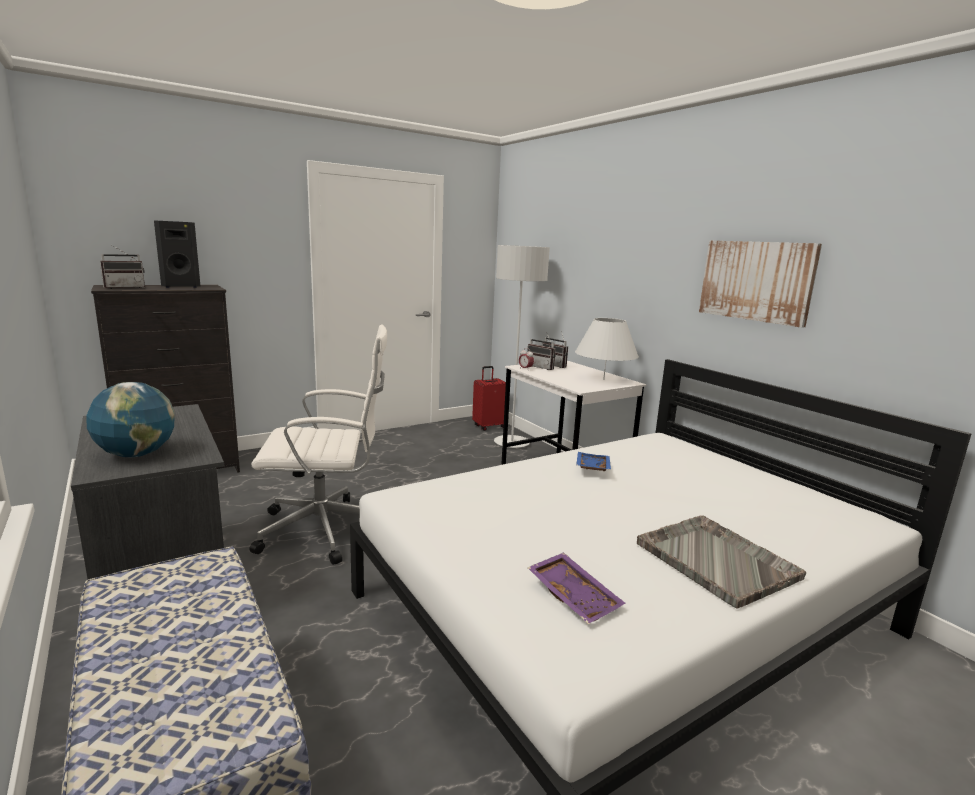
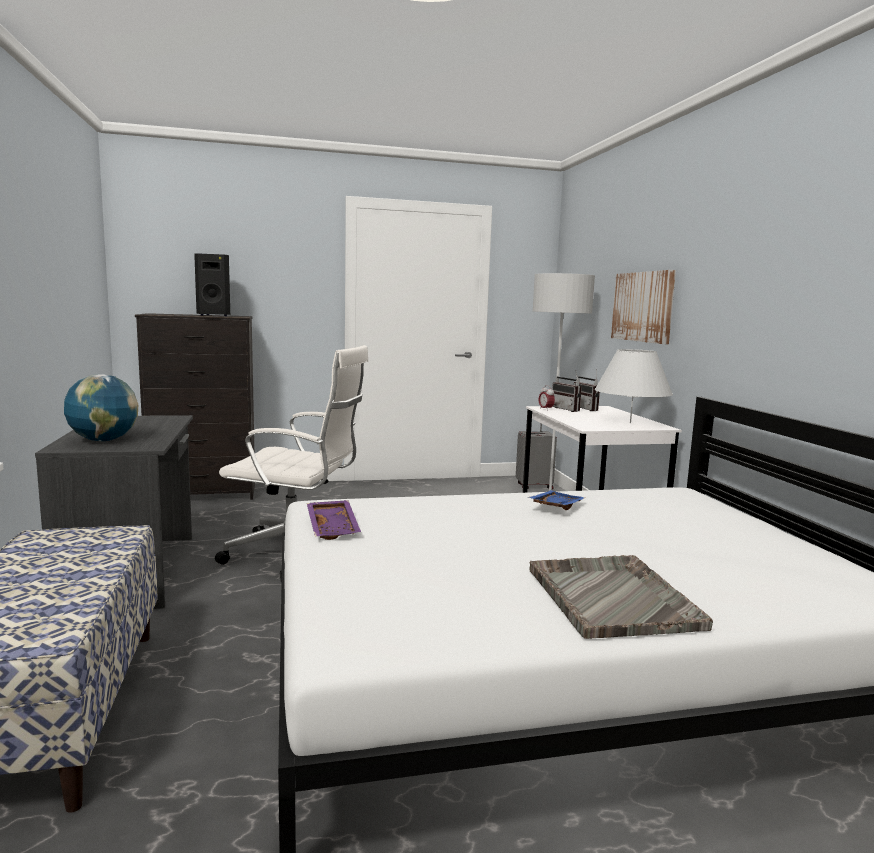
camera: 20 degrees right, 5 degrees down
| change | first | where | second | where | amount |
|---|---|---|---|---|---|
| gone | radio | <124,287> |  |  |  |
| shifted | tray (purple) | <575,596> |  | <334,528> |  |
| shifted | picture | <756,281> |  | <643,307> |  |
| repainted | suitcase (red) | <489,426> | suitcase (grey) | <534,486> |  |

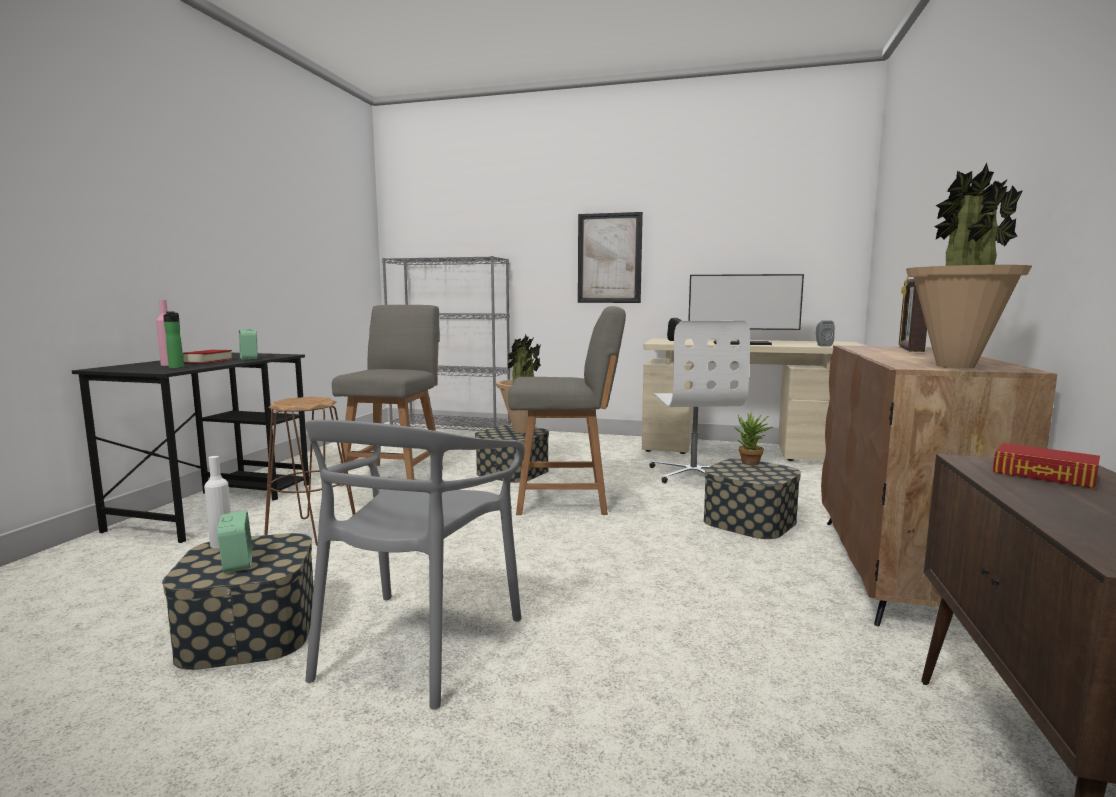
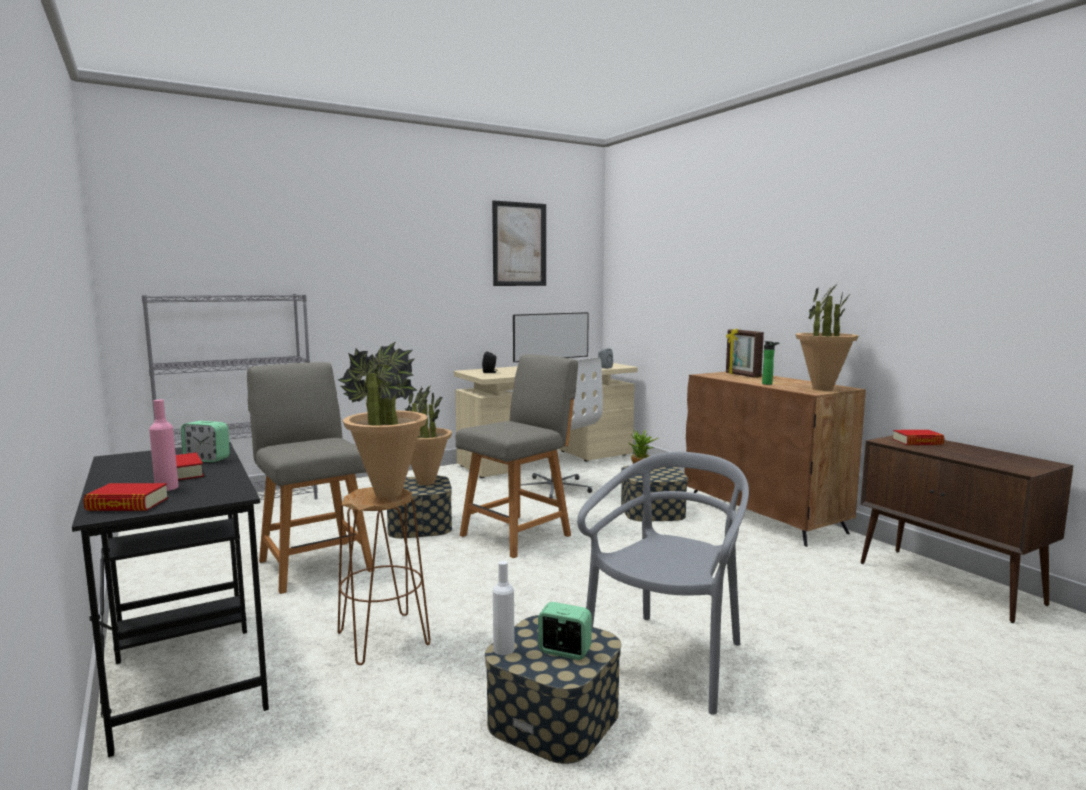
camera: 45 degrees left, 0 degrees up
| change | first | where | second | where | amount |
|---|---|---|---|---|---|
| new |  |  | book | <127,504> |  |
| new |  |  | potted plant | <387,493> |  |
| shifted | bottle | <176,368> |  | <769,384> |  |
| shifted | picture | <609,258> |  | <519,244> |  |
| rotated | chair (grey) | <417,644> |  | <668,660> | 120 degrees counterclockwise |

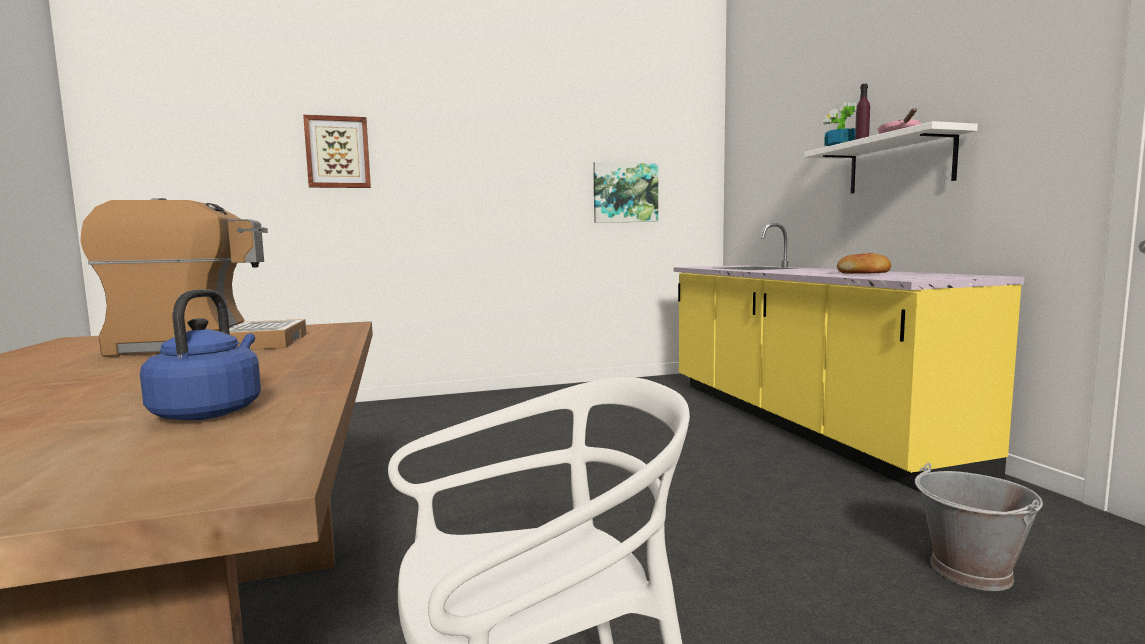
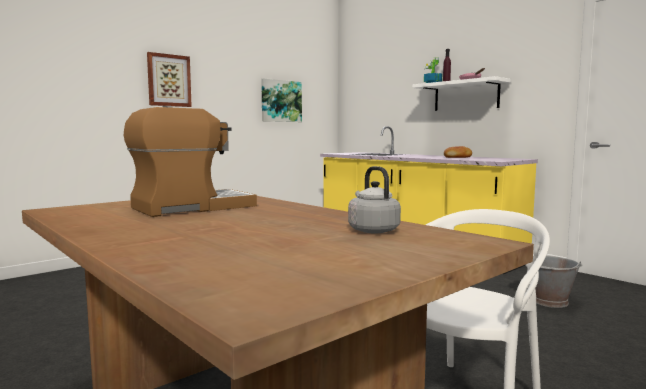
camera: 25 degrees left, 0 degrees up
| change | first | where | second | where | amount |
|---|---|---|---|---|---|
| shifted | picture | <338,152> |  | <169,80> |  |
| repainted | kettle (blue) | <211,411> | kettle (grey) | <372,230> |  |

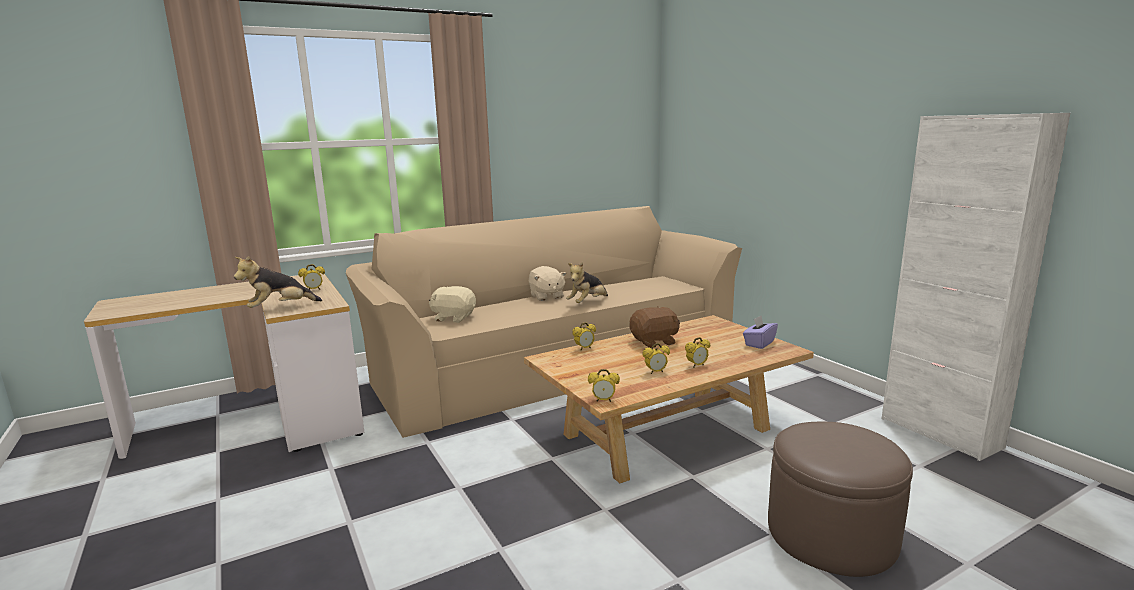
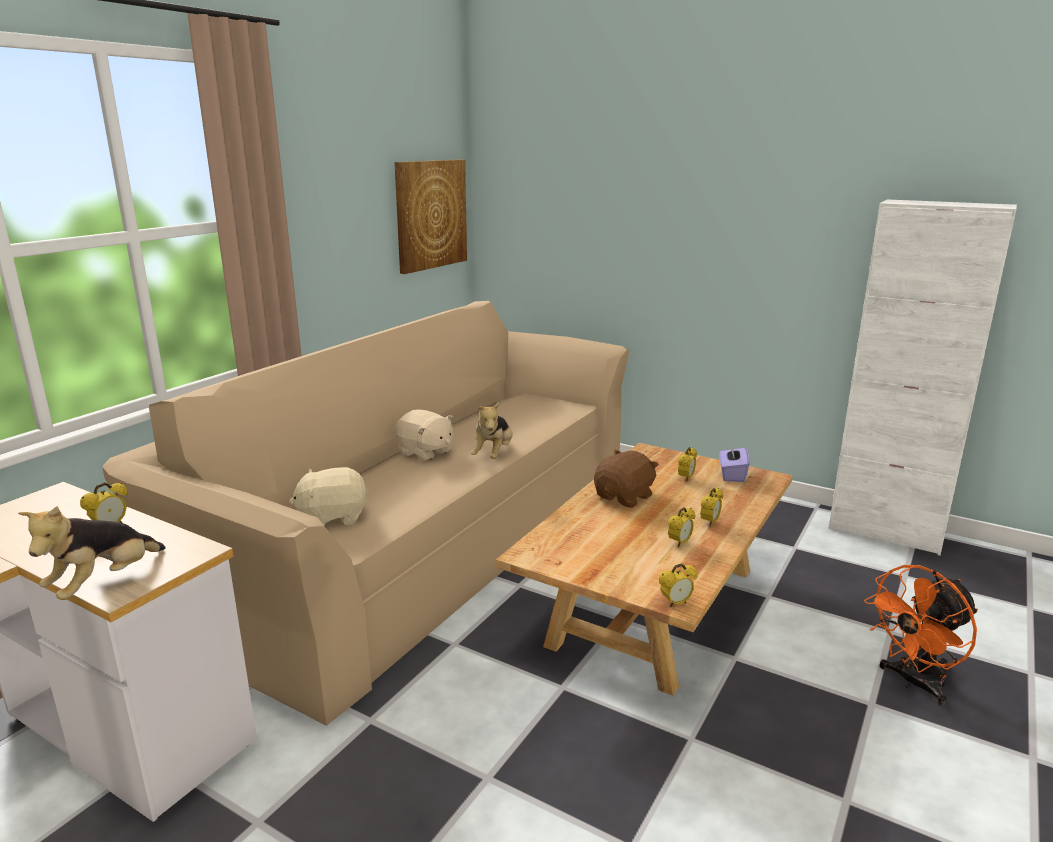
camera: 30 degrees left, 5 degrees up
| change | first | where | second | where | amount |
|---|---|---|---|---|---|
| new |  |  | picture | <430,214> |  |
| shifted | alarm clock | <584,348> |  | <686,478> |  |
| swapped | ottoman (brown) | <831,534> | fan (orange) | <914,683> |  |

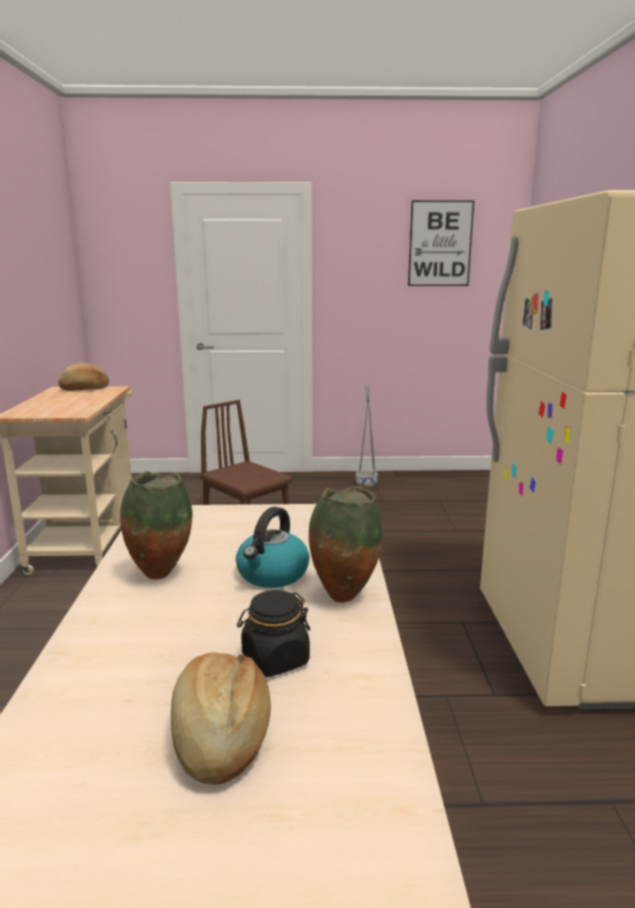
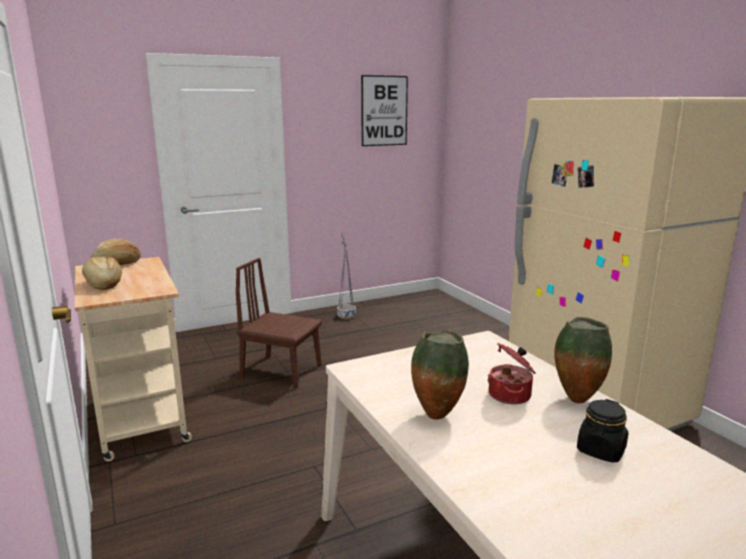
camera: 25 degrees left, 0 degrees up
| change | first | where | second | where | amount |
|---|---|---|---|---|---|
| shifted | bread | <219,736> |  | <102,285> |  |
| swapped | kettle | <272,574> | cooking pot | <511,395> |  |

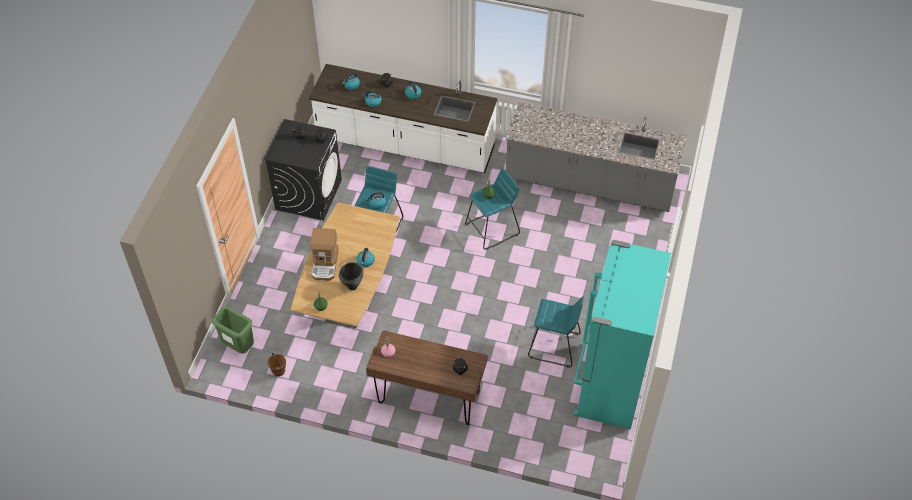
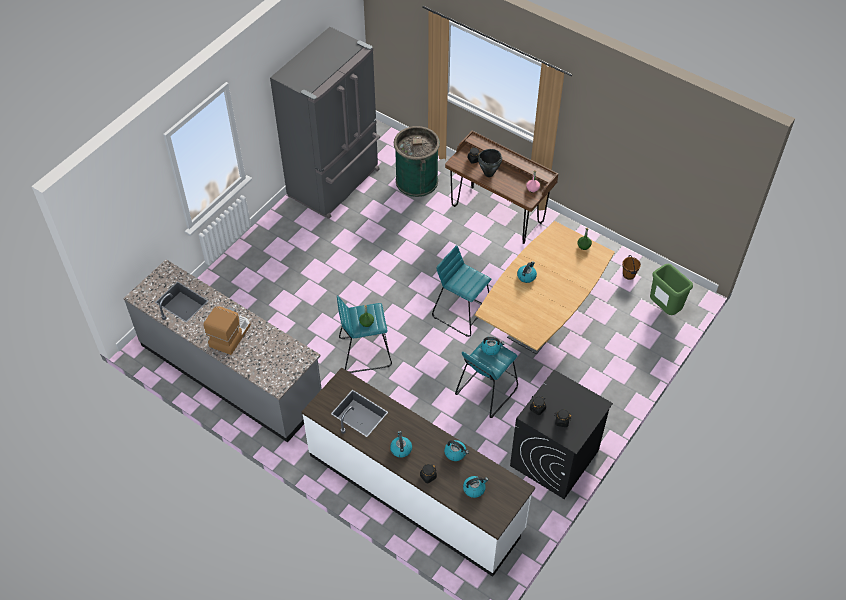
camera: 160 degrees left, 0 degrees up
| change | first | where | second | where | amount |
|---|---|---|---|---|---|
| new |  |  | trash can (green) | <416,181> |  |
| shifted | coffee machine | <325,264> |  | <229,335> |  |
| shifted | cooking pot (black) | <352,286> |  | <488,173> |  |
| shifted | stool (turquoise) | <554,346> |  | <462,312> |  |
| repainted | fridge (turquoise) | <608,384> | fridge (grey) | <335,183> |  |

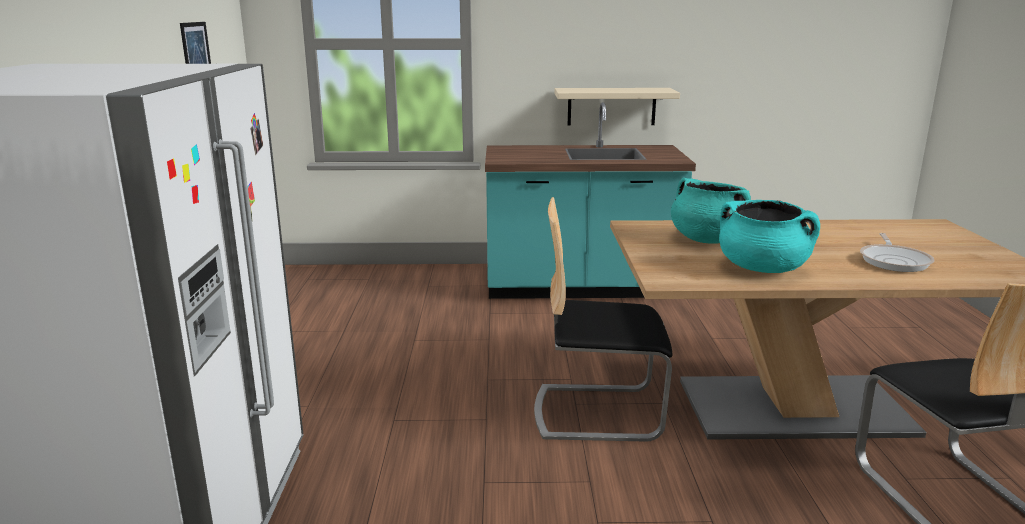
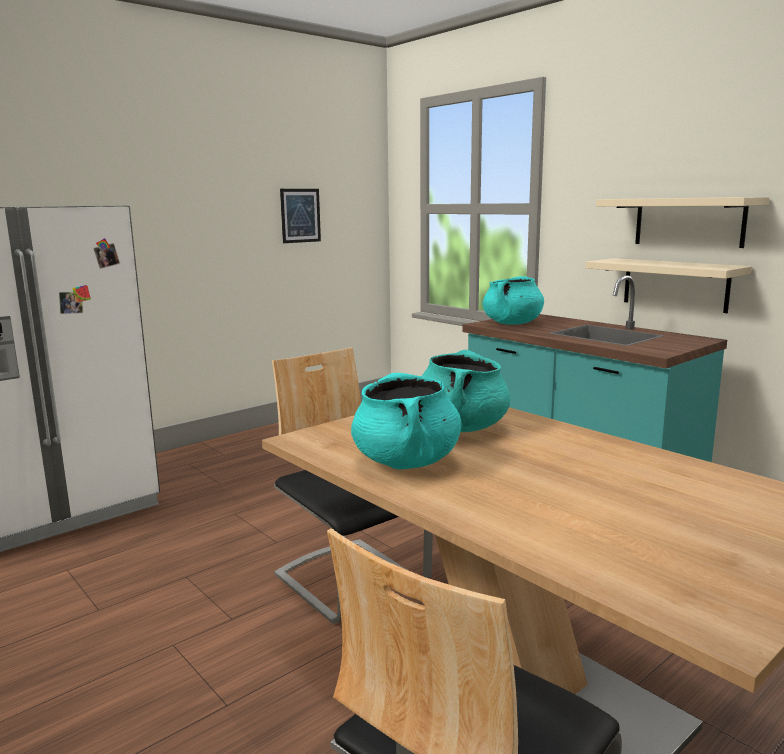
camera: 50 degrees right, 5 degrees down
| change | first | where | second | where | amount |
|---|---|---|---|---|---|
| gone | frying pan | <894,261> |  |  |  |
| new |  |  | cooking pot (turquoise) | <512,323> |  |
| new |  |  | shelf (beige) | <689,222> |  |

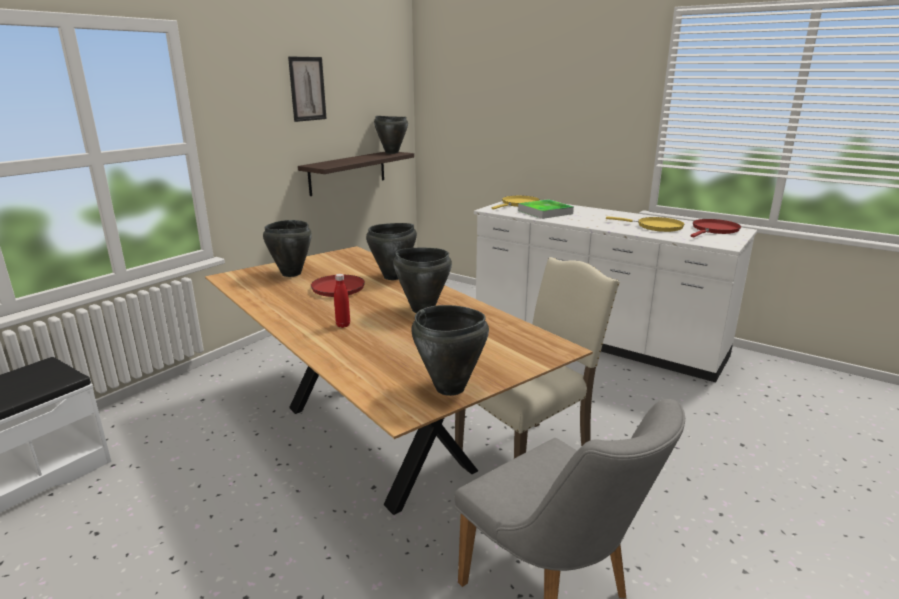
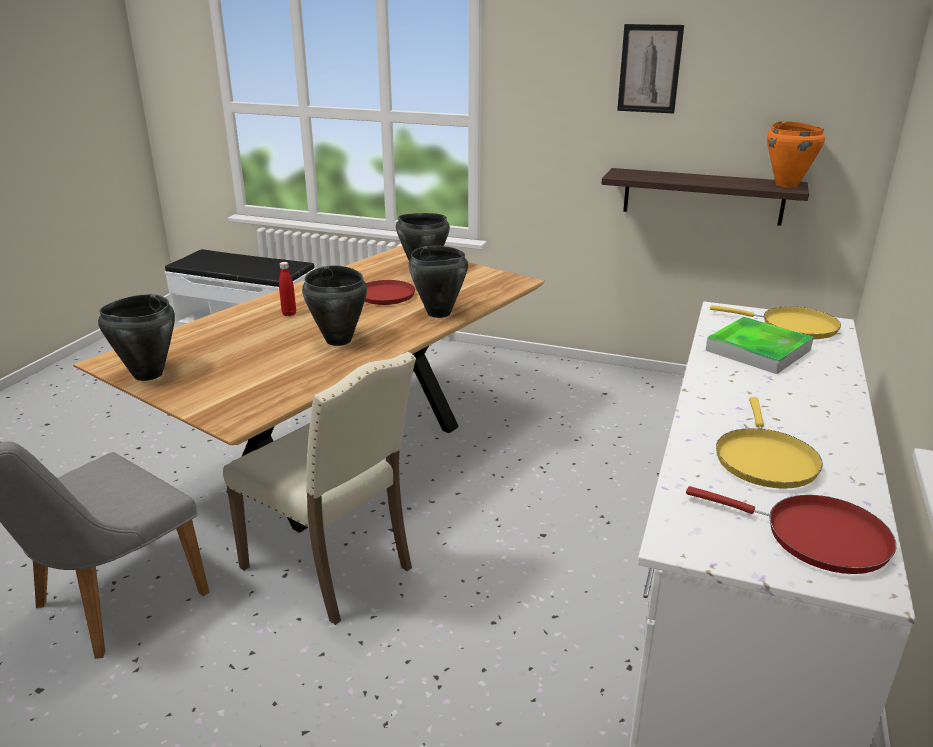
camera: 75 degrees right, 5 degrees up
| change | first | where | second | where | amount |
|---|---|---|---|---|---|
| repainted | cooking pot (black) | <391,152> | cooking pot (orange) | <786,185> |  |

